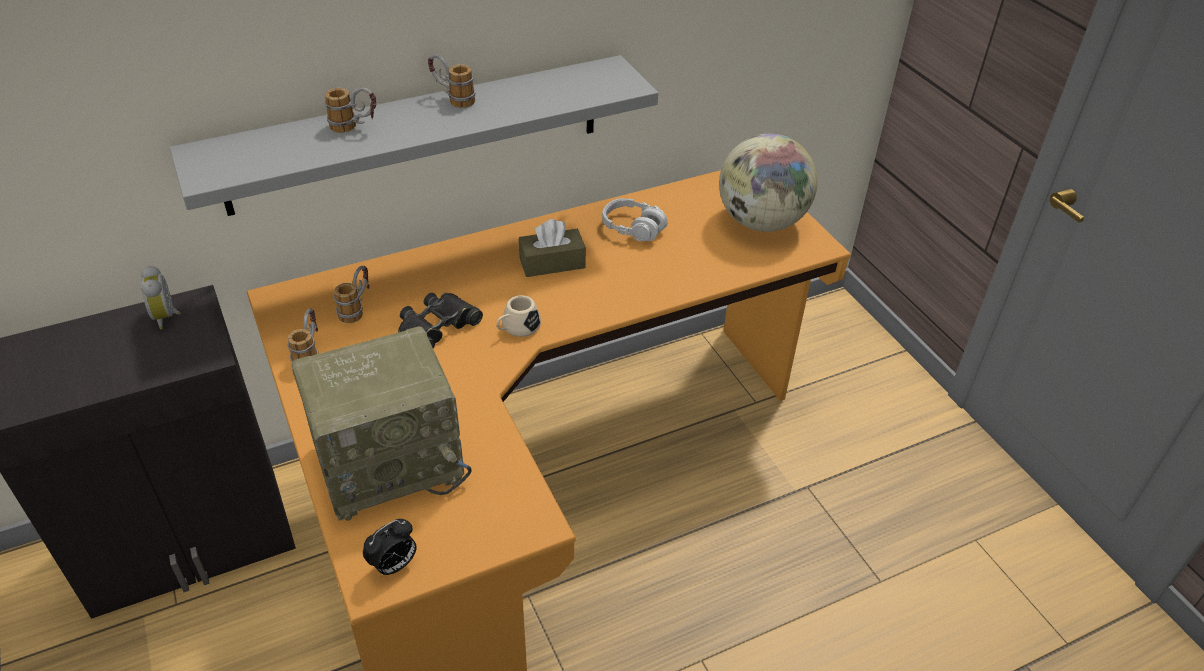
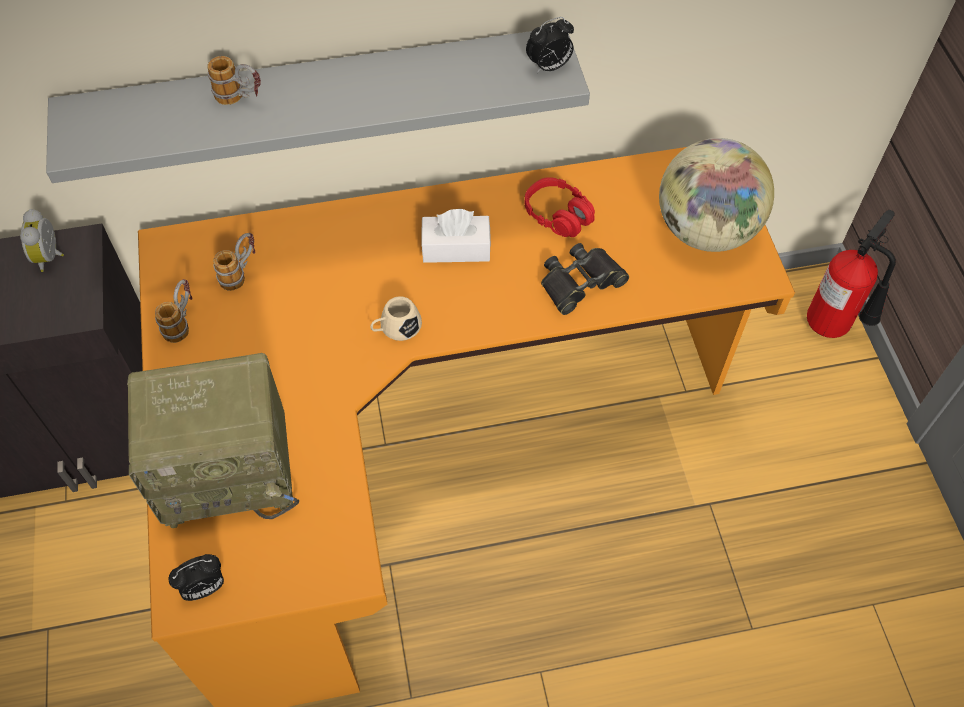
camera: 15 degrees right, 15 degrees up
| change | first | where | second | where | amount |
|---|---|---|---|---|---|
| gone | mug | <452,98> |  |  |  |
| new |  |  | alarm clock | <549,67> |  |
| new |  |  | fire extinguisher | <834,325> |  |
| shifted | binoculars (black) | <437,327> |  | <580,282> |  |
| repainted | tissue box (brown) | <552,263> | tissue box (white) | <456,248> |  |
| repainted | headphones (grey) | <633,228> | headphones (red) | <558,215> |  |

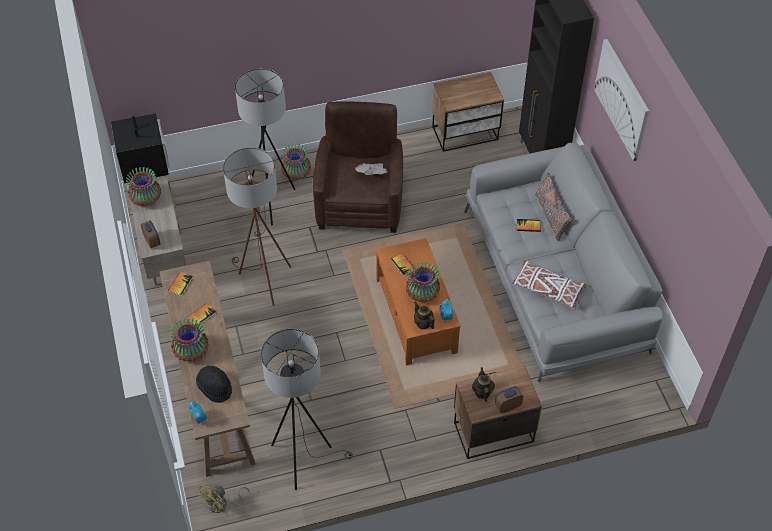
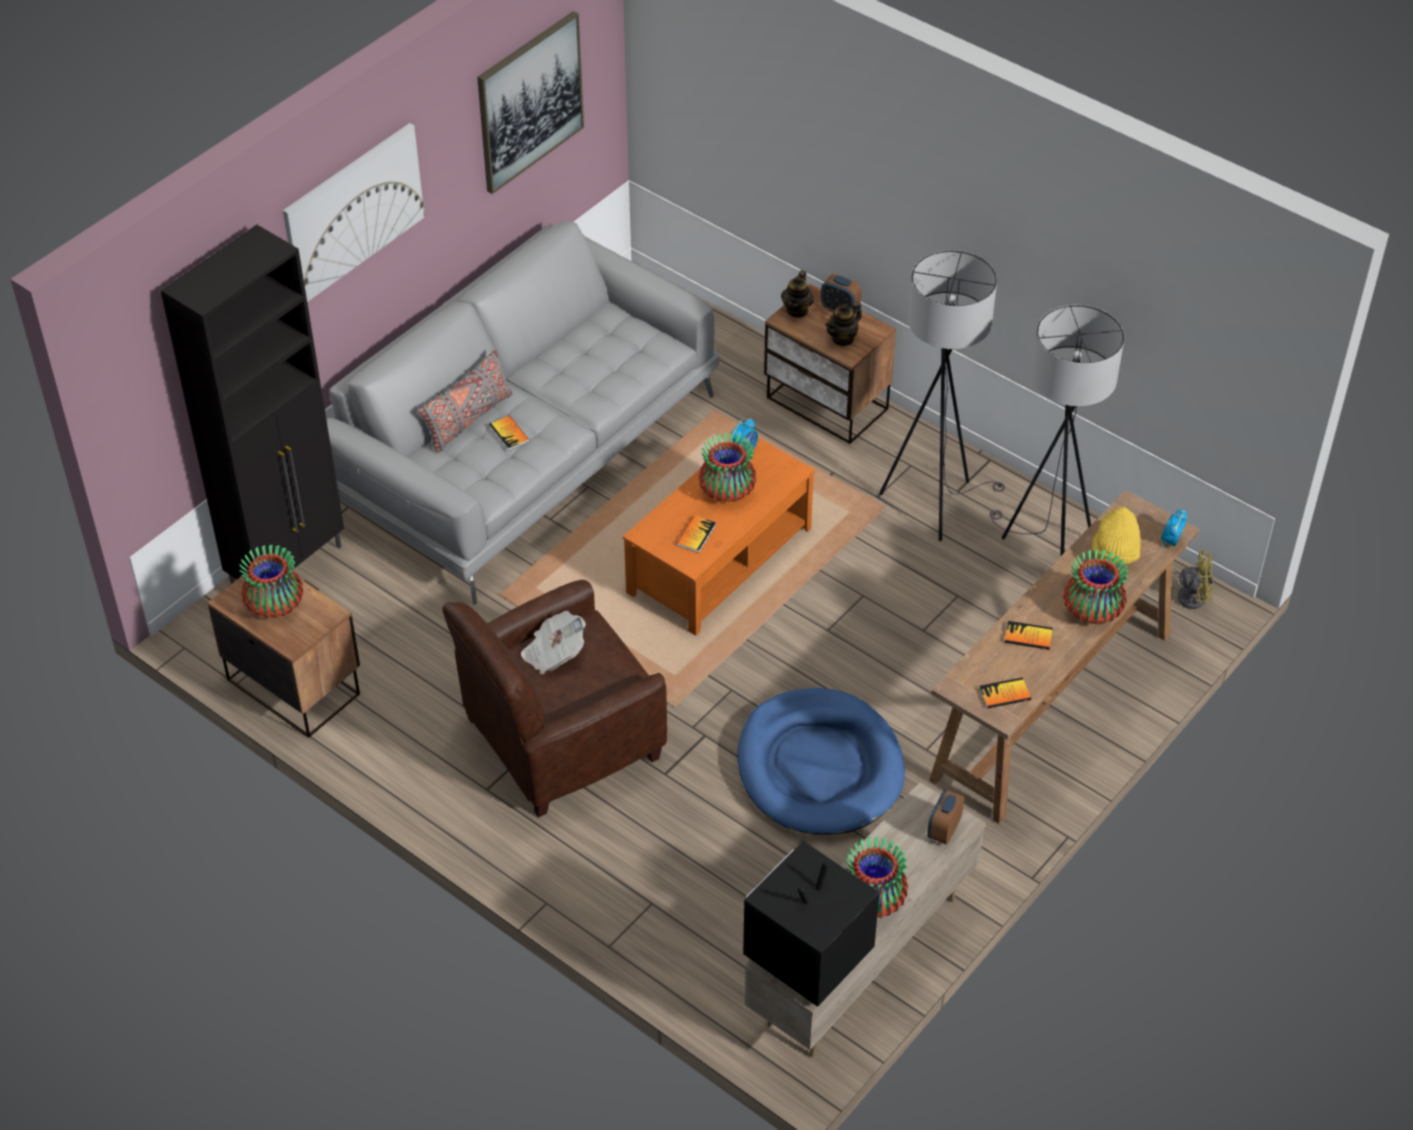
camera: 125 degrees left, 5 degrees down
| change | first | where | second | where | amount |
|---|---|---|---|---|---|
| gone | pillow (white) | <547,289> |  |  |  |
| new |  |  | picture | <529,101> |  |
| shifted | floor lamp (grey) | <272,206> |  | <934,501> |  |
| shifted | vase | <296,173> |  | <275,604> |  |
| shifted | teapot | <423,323> |  | <797,310> |  |
| swapped | floor lamp (brown) | <263,281> | dog bed (blue) | <819,767> |  |
| repainted | hat (black) | <215,388> | hat (yellow) | <1115,552> |  |

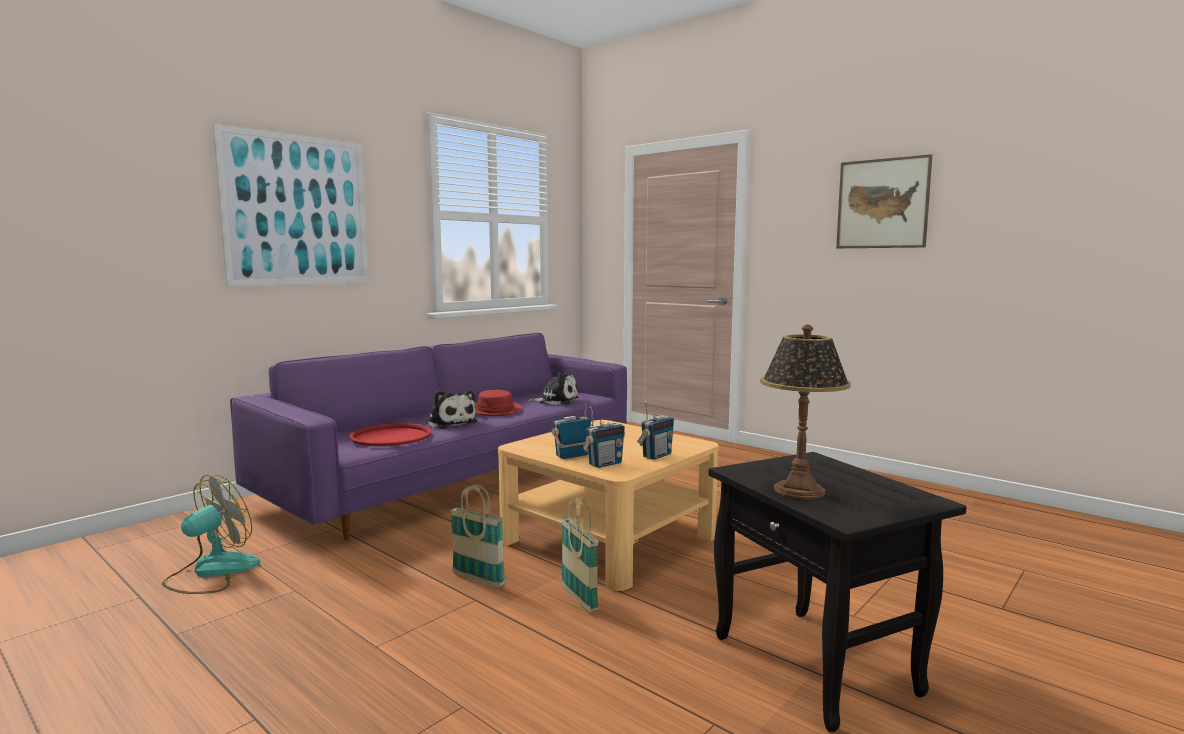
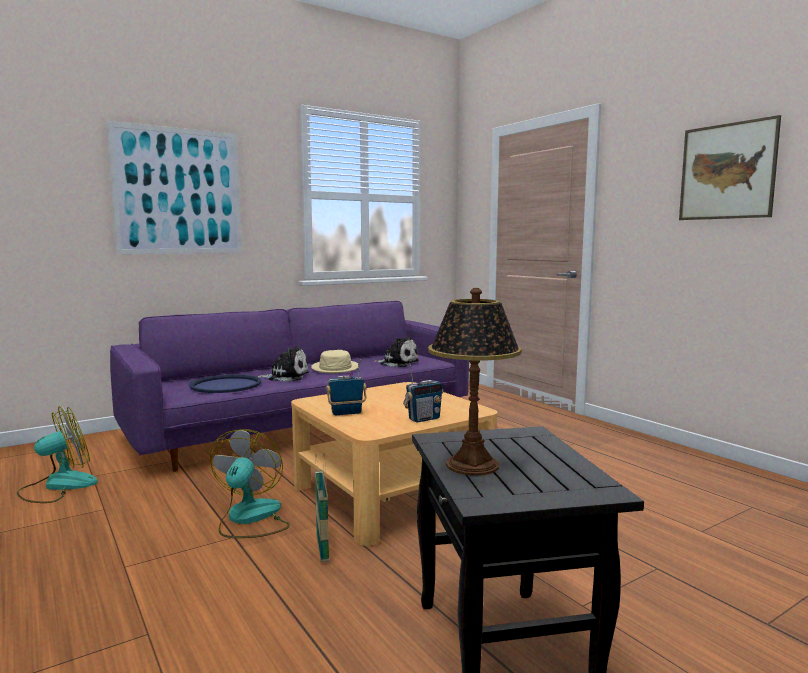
camera: 15 degrees right, 0 degrees up
| change | first | where | second | where | amount |
|---|---|---|---|---|---|
| gone | radio | <605,464> |  |  |  |
| swapped | basket | <478,580> | fan | <250,519> |  |
| repainted | tray (red) | <391,436> | tray (blue) | <225,385> |  |
| repainted | hat (red) | <495,410> | hat (beige) | <335,368> |  |
| rotated | plush toy | <450,423> |  | <286,377> | 60 degrees counterclockwise |

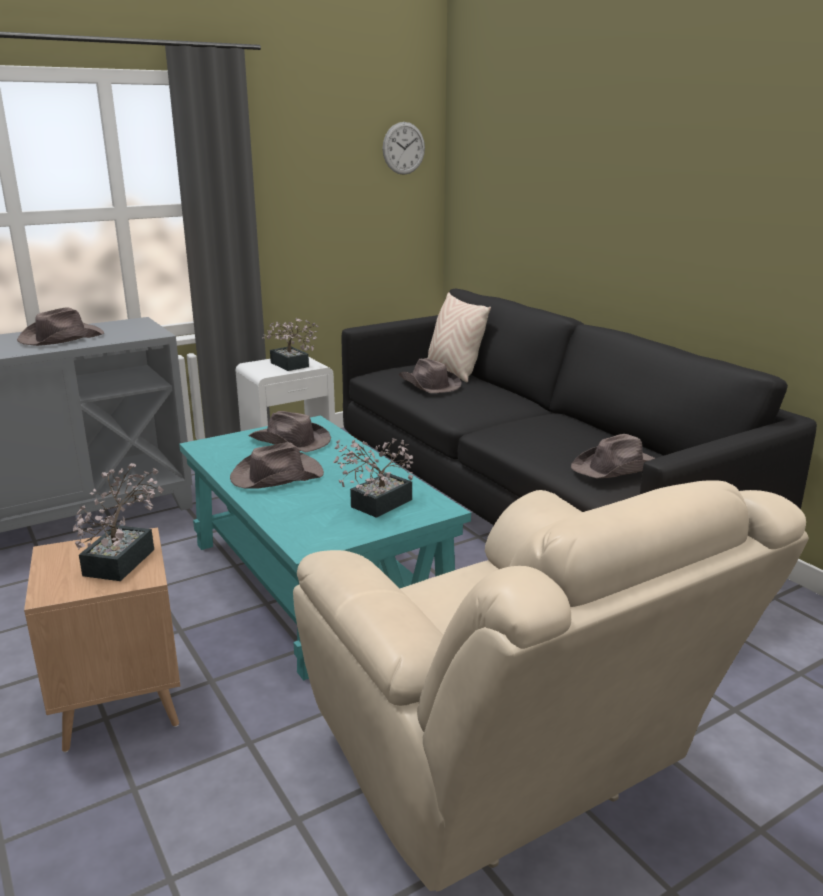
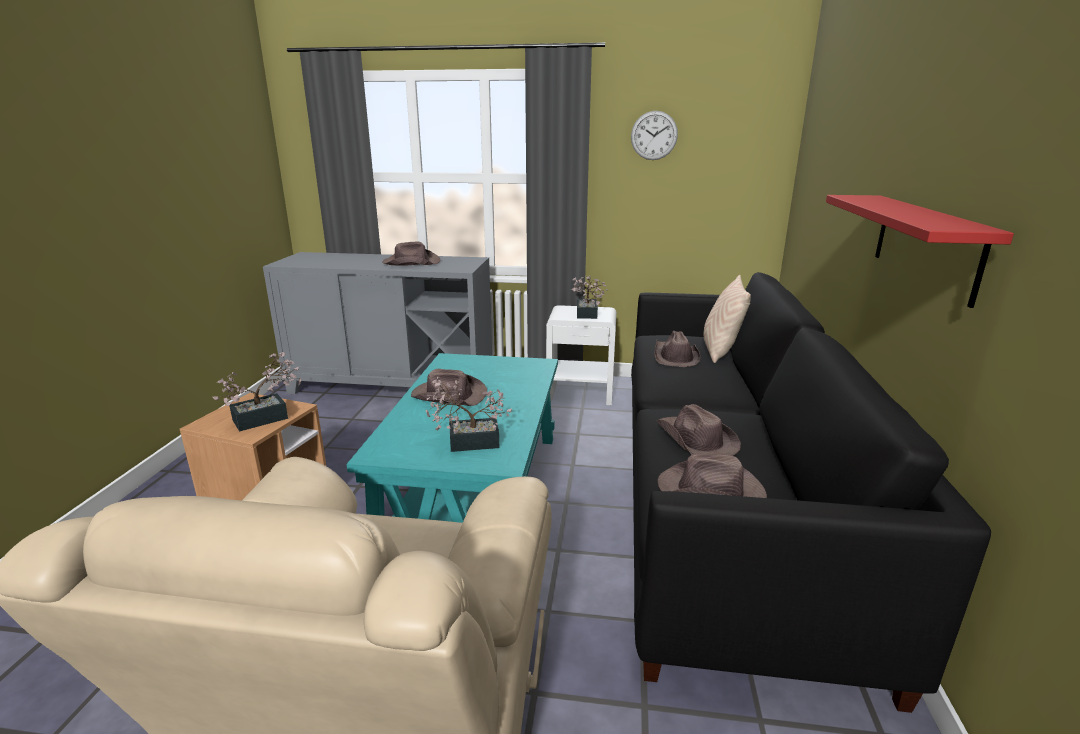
camera: 40 degrees right, 0 degrees up
| change | first | where | second | where | amount |
|---|---|---|---|---|---|
| new |  |  | shelf (red) | <925,244> |  |
| shifted | hat (brown) | <290,442> |  | <695,440> |  |
| shifted | wall clock | <403,148> |  | <654,135> |  |

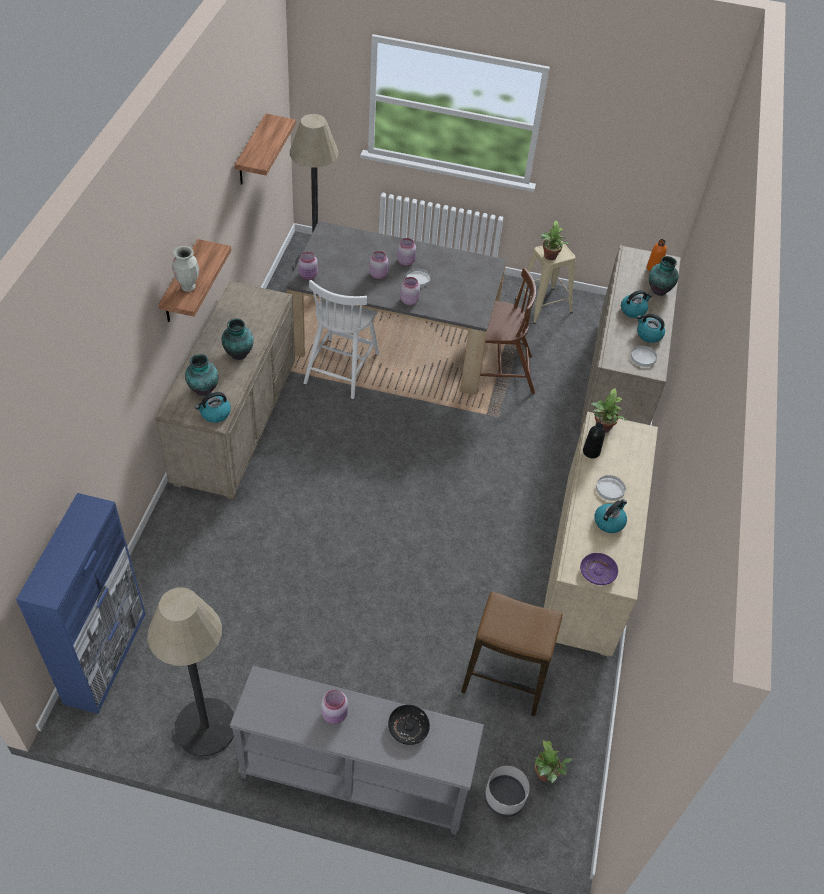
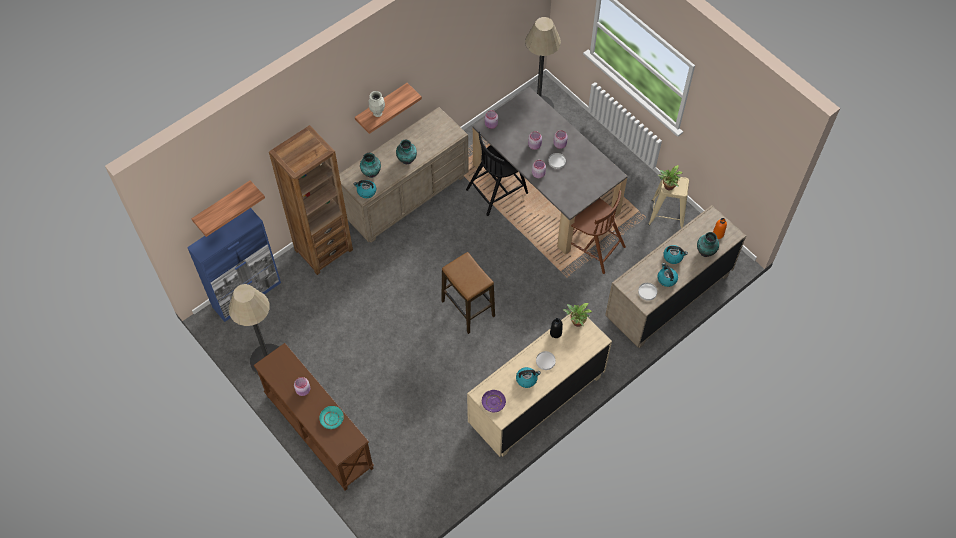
camera: 40 degrees right, 10 degrees up
| change | first | where | second | where | amount |
|---|---|---|---|---|---|
| gone | planter (grey) | <504,799> |  |  |  |
| gone | potted plant | <546,775> |  |  |  |
| new |  |  | bookcase (brown) | <323,250> |  |
| shifted | shelf | <251,151> |  | <223,205> |  |
| shifted | stool | <504,681> |  | <468,308> |  |
| repainted | console table (grey) | <354,779> | console table (brown) | <318,432> |  |
| repainted | chair (white) | <342,367> | chair (black) | <497,190> |  |
| repainted | plate (black) | <408,727> | plate (turquoise) | <332,419> |  |

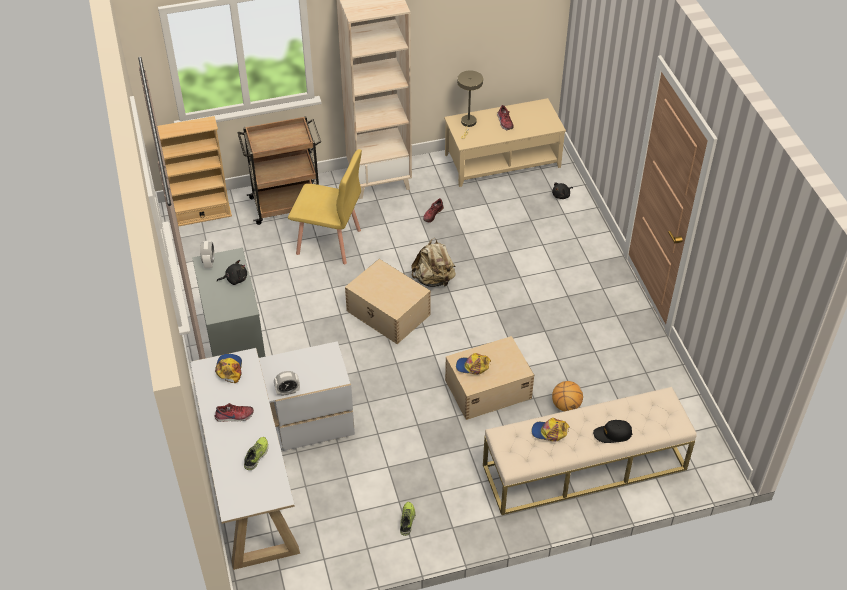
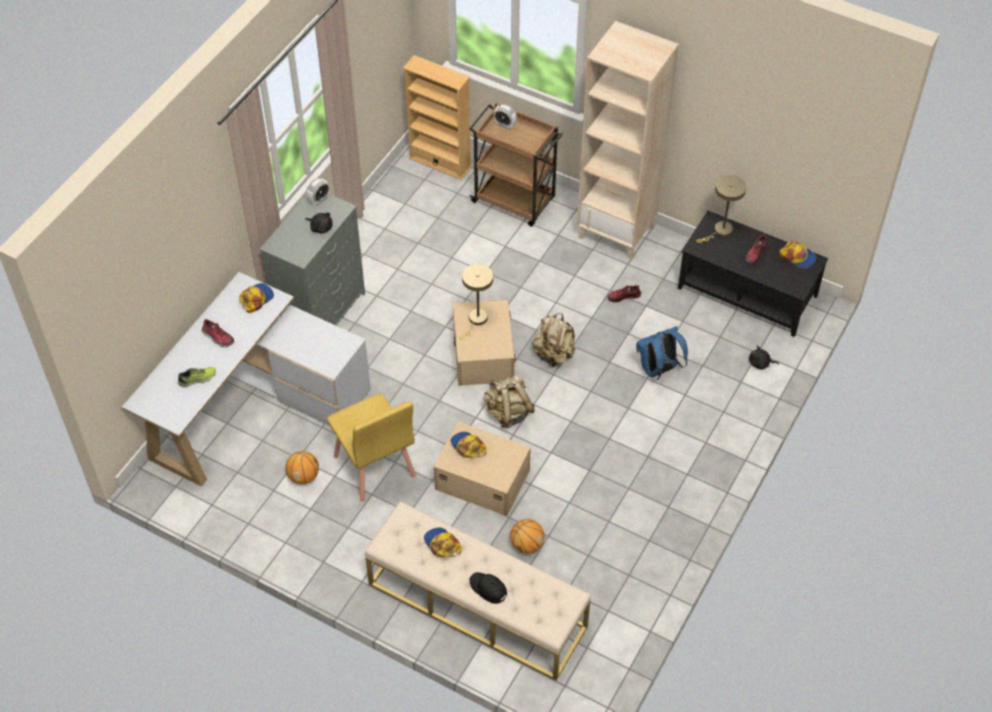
camera: 45 degrees right, 5 degrees up
| change | first | where | second | where | amount |
|---|---|---|---|---|---|
| gone | shoe | <407,520> |  |  |  |
| new |  |  | basketball | <303,476> |  |
| new |  |  | table lamp (beige) | <476,320> |  |
| new |  |  | backpack (beige) | <508,412> |  |
| new |  |  | backpack (blue) | <658,370> |  |
| new |  |  | cap | <797,257> |  |
| shifted | alarm clock | <288,391> |  | <505,125> |  |
| shifted | chair (yellow) | <329,242> |  | <374,467> |  |
| repainted | coffee table (beige) | <502,160> | coffee table (black) | <747,291> |  |

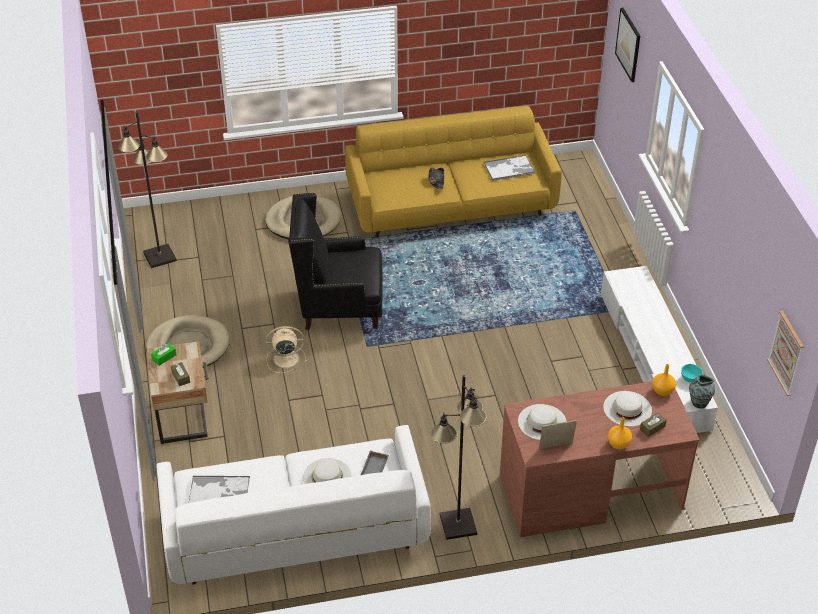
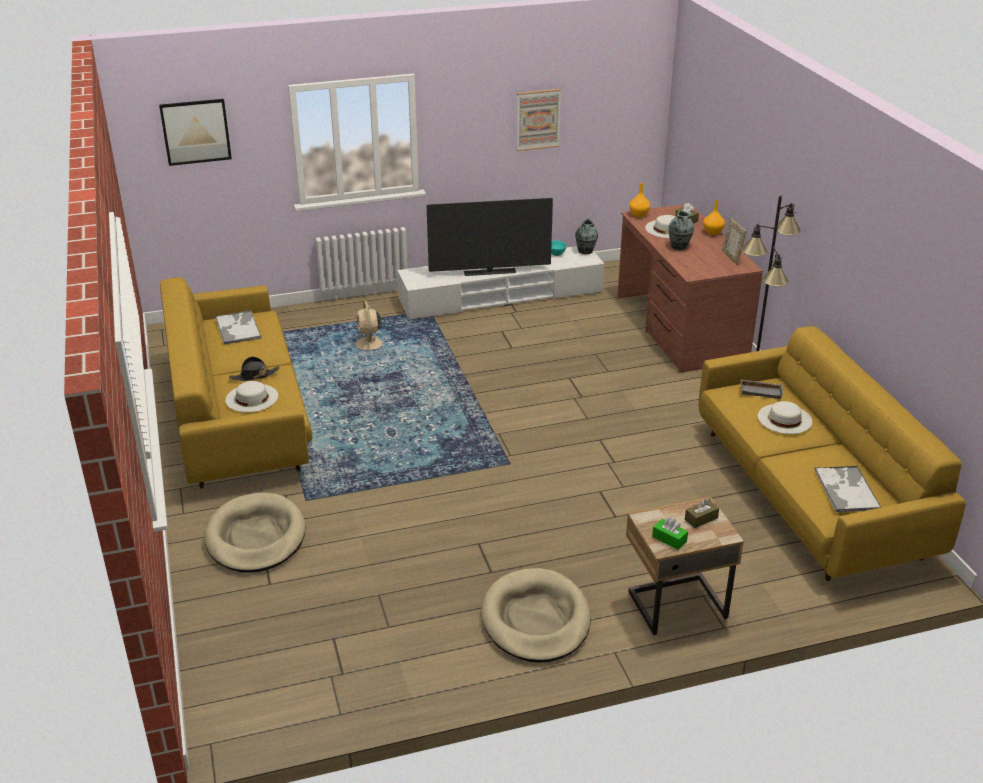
camera: 95 degrees left, 10 degrees down
| change | first | where | second | where | amount |
|---|---|---|---|---|---|
| gone | floor lamp (black) | <159,256> |  |  |  |
| gone | armchair (black) | <340,310> |  |  |  |
| new |  |  | television | <489,272> |  |
| new |  |  | vase | <679,247> |  |
| shifted | fan (beige) | <284,359> |  | <369,344> |  |
| shifted | hat (white) | <542,422> |  | <251,398> |  |
| shifted | picture | <786,353> |  | <538,119> |  |
| repainted | sofa (white) | <294,529> | sofa (yellow) | <808,493> |  |

